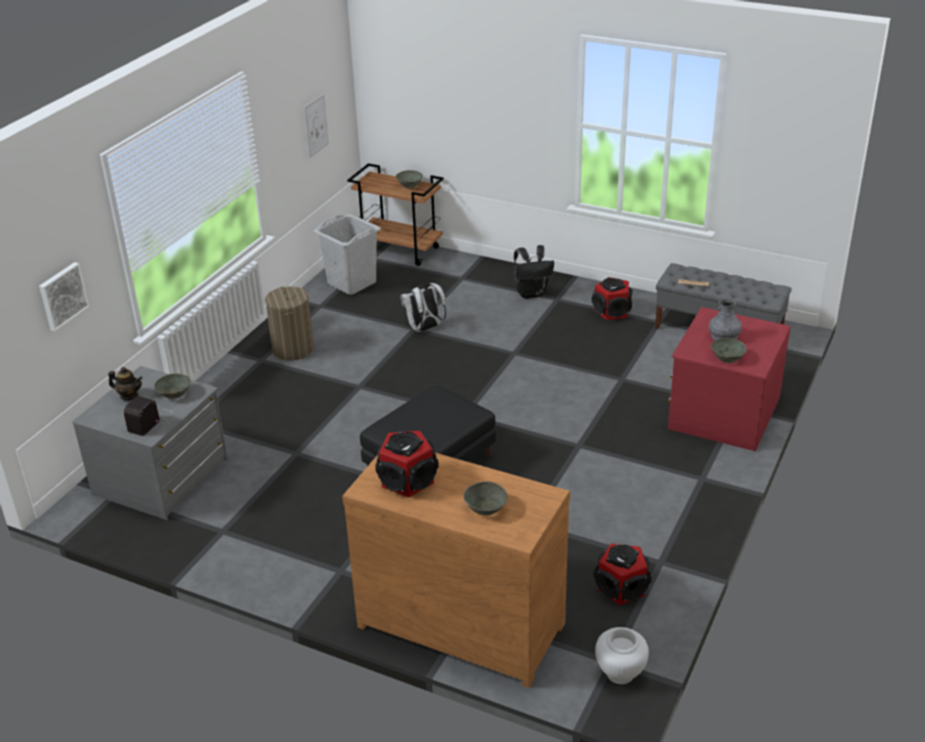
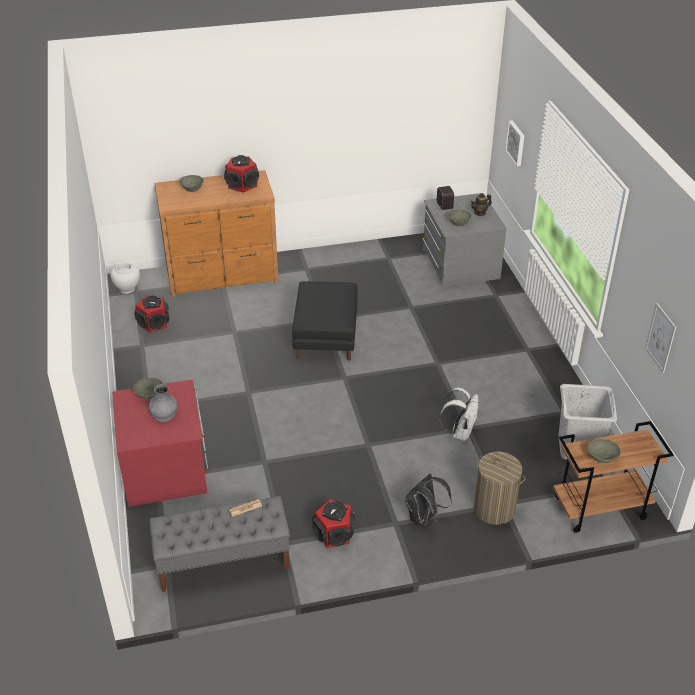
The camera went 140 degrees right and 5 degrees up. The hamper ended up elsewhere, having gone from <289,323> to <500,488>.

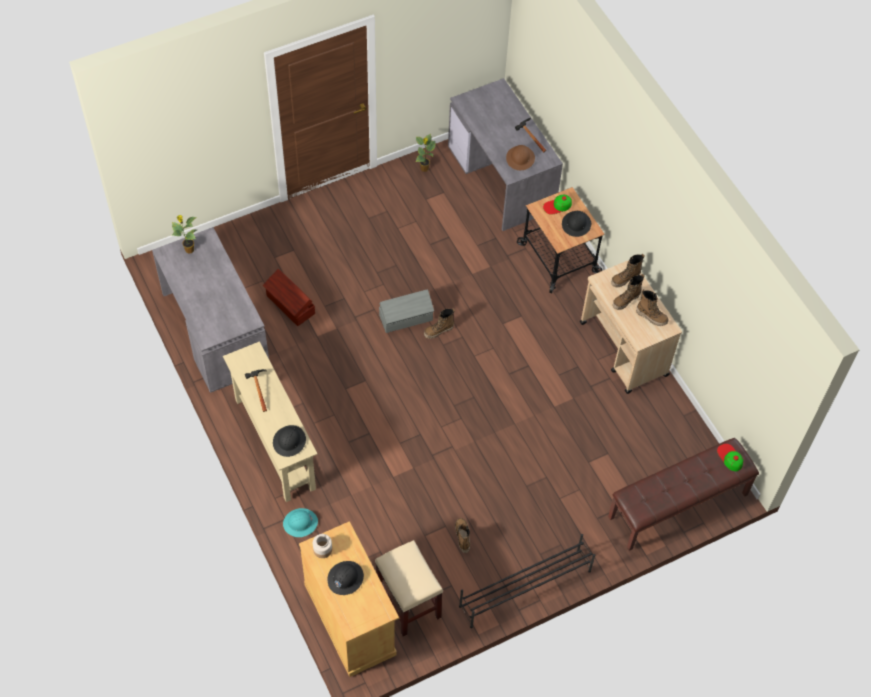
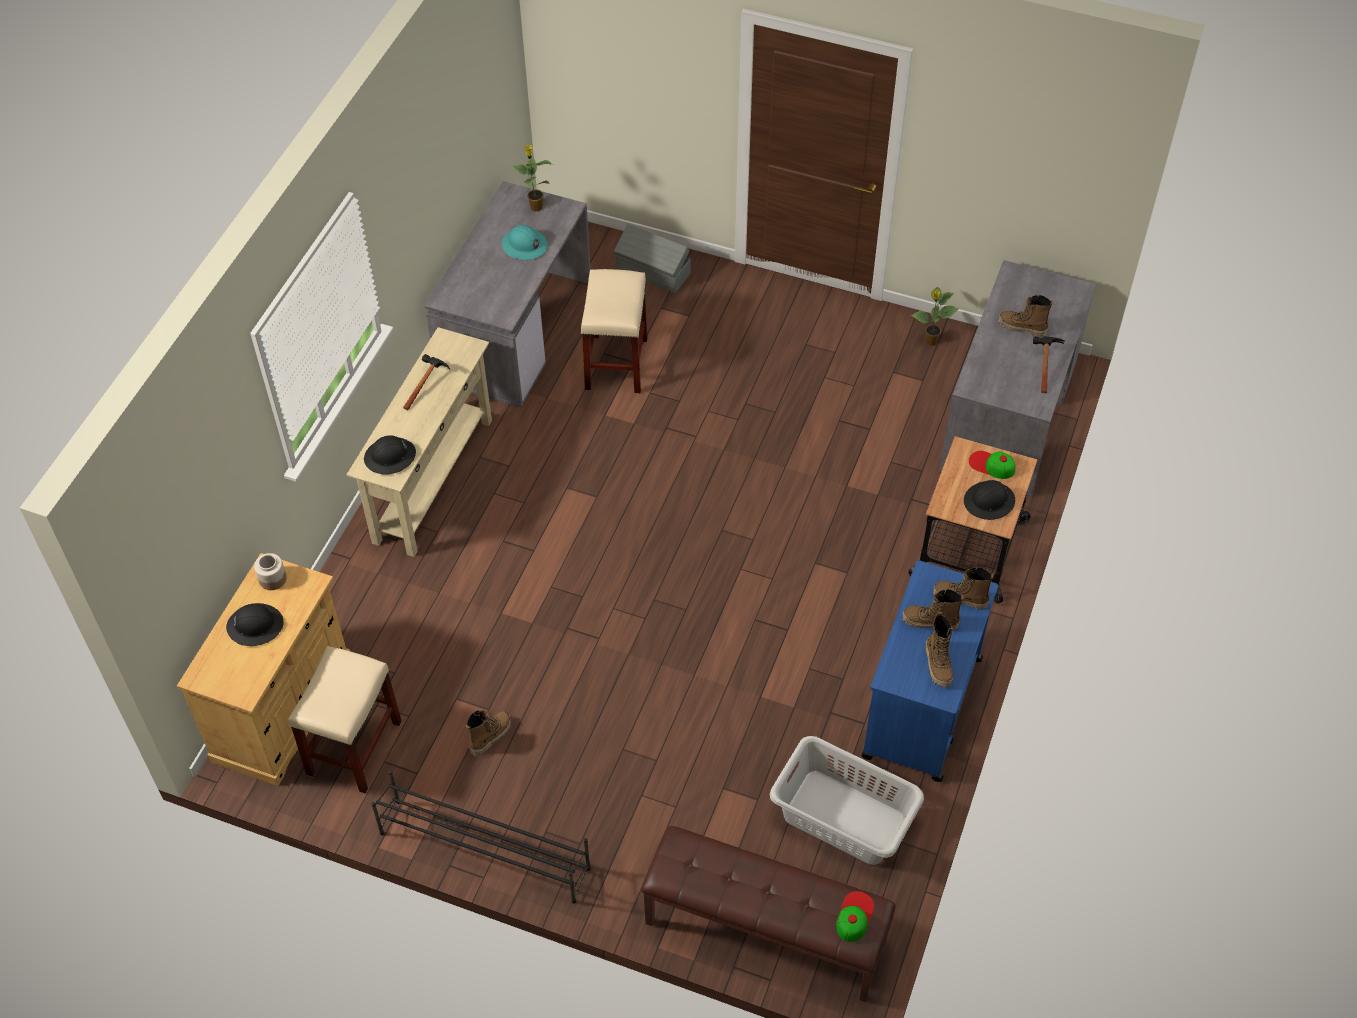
The camera went 50 degrees right and 5 degrees down. The second view lost the brownish safety helmet at <520,157>. The second view gained the grey hamper at <847,800>. The blue-green safety helmet ended up elsewhere, having gone from <300,522> to <524,242>. The grey storage box ended up elsewhere, having gone from <406,311> to <652,258>. The high-top boot ended up elsewhere, having gone from <439,323> to <1025,316>. Where the brownish storage box stood at <289,297>, the beige stool seat came to stand at <614,331>. What was the beige trolley at <631,327> turned into the bluish trolley at <930,671>.

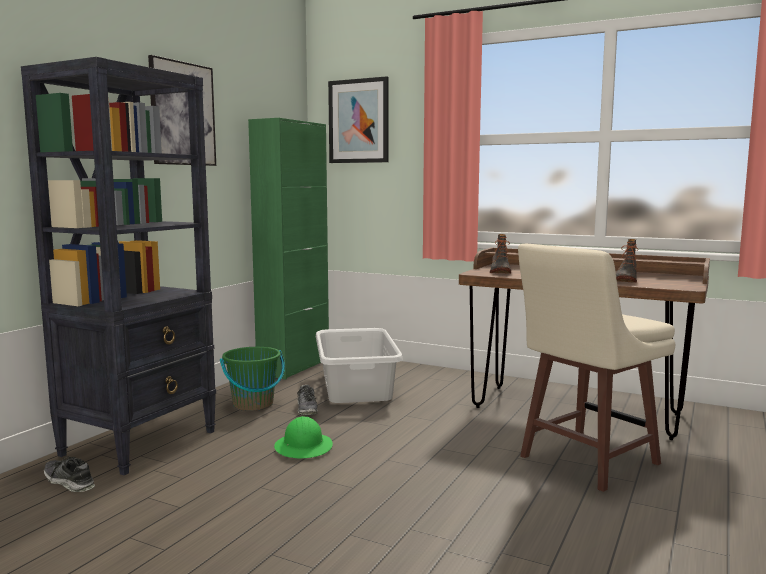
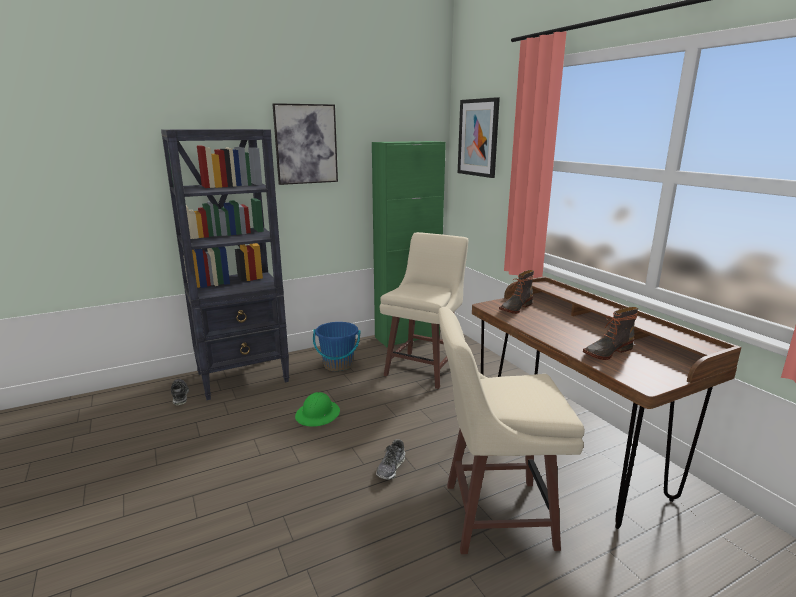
The camera went 35 degrees right and 10 degrees up. The low shoe ended up elsewhere, having gone from <307,400> to <390,459>. Where the grey hamper stood at <359,365>, the beige stool seat came to stand at <424,310>. What was the green bucket at <252,379> turned into the bluish bucket at <337,347>.

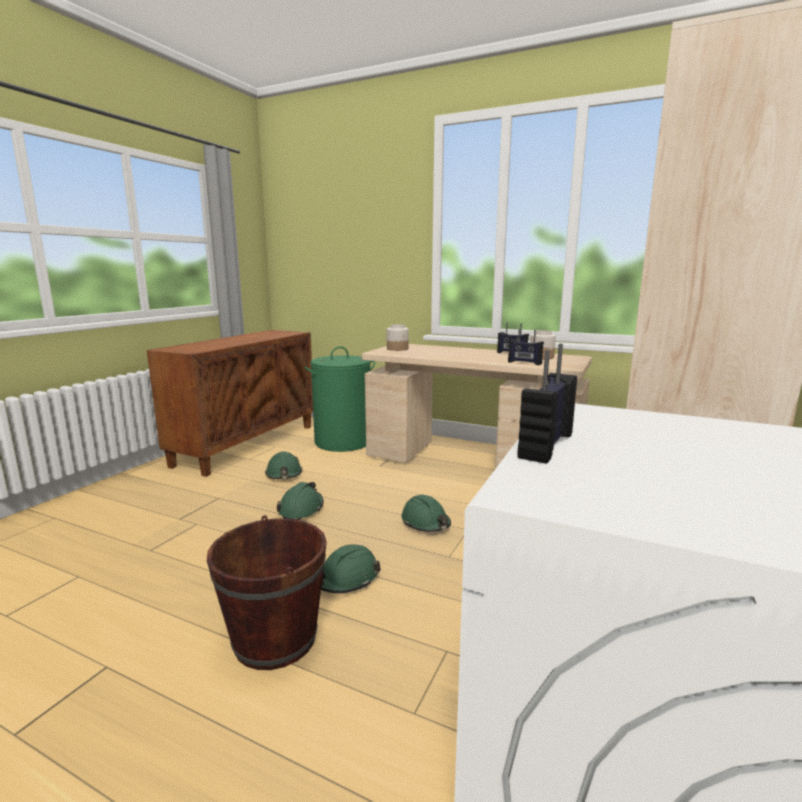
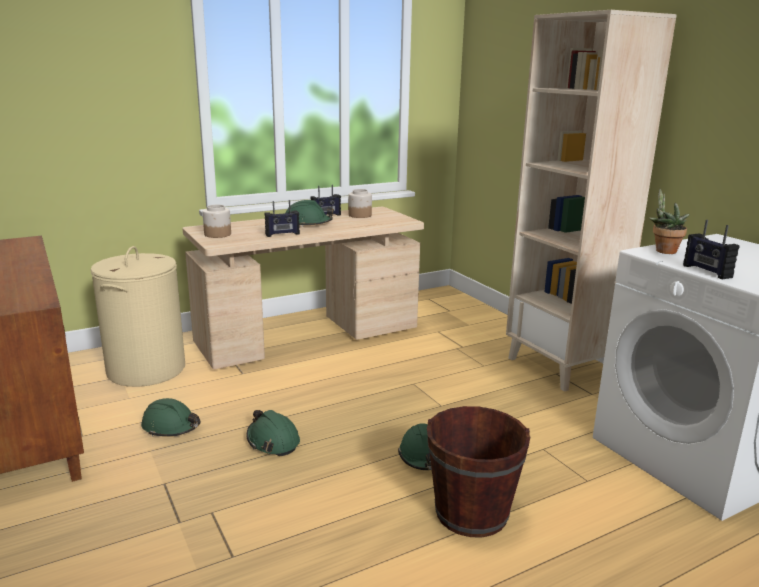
The camera went 55 degrees left and 5 degrees up. The second view gained the houseplant at <669,221>. The green safety helmet ended up elsewhere, having gone from <426,513> to <310,213>. The radio receiver ended up elsewhere, having gone from <526,347> to <282,218>. What was the green hamper at <339,399> turned into the beige hamper at <137,316>.

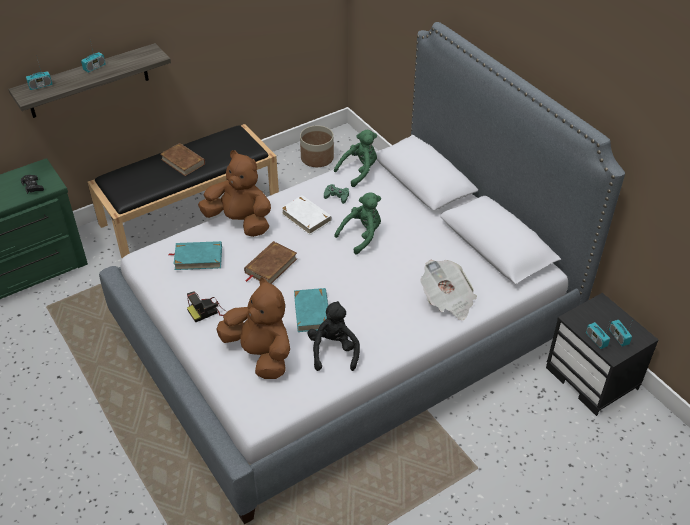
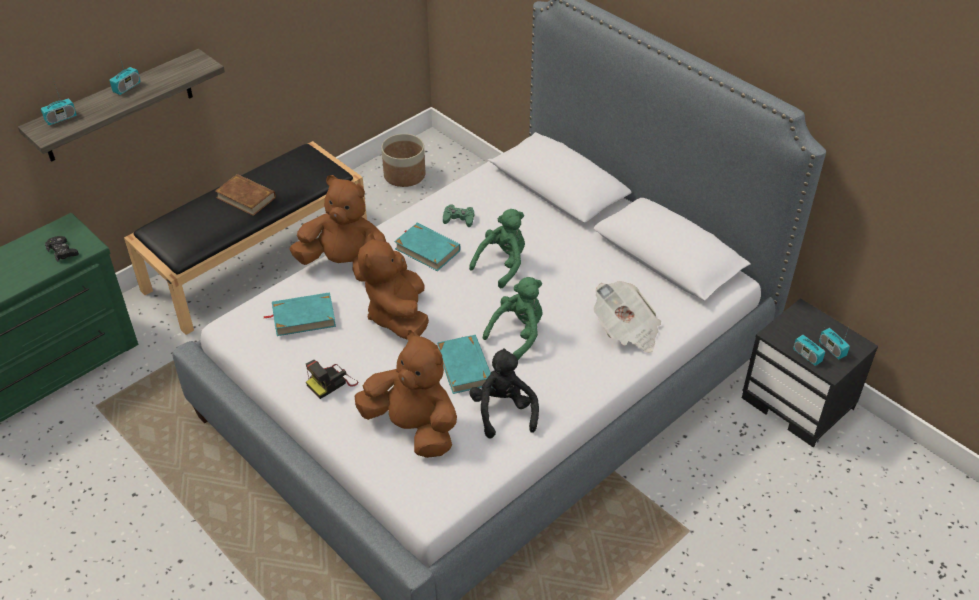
The camera went 10 degrees left and 0 degrees up. The green cuddly toy ended up elsewhere, having gone from <355,158> to <512,318>. Where the brownish volume stood at <270,262>, the brownish cuddly toy came to stand at <393,286>. What was the white-coloured volume at <306,215> turned into the blue-green volume at <427,247>.

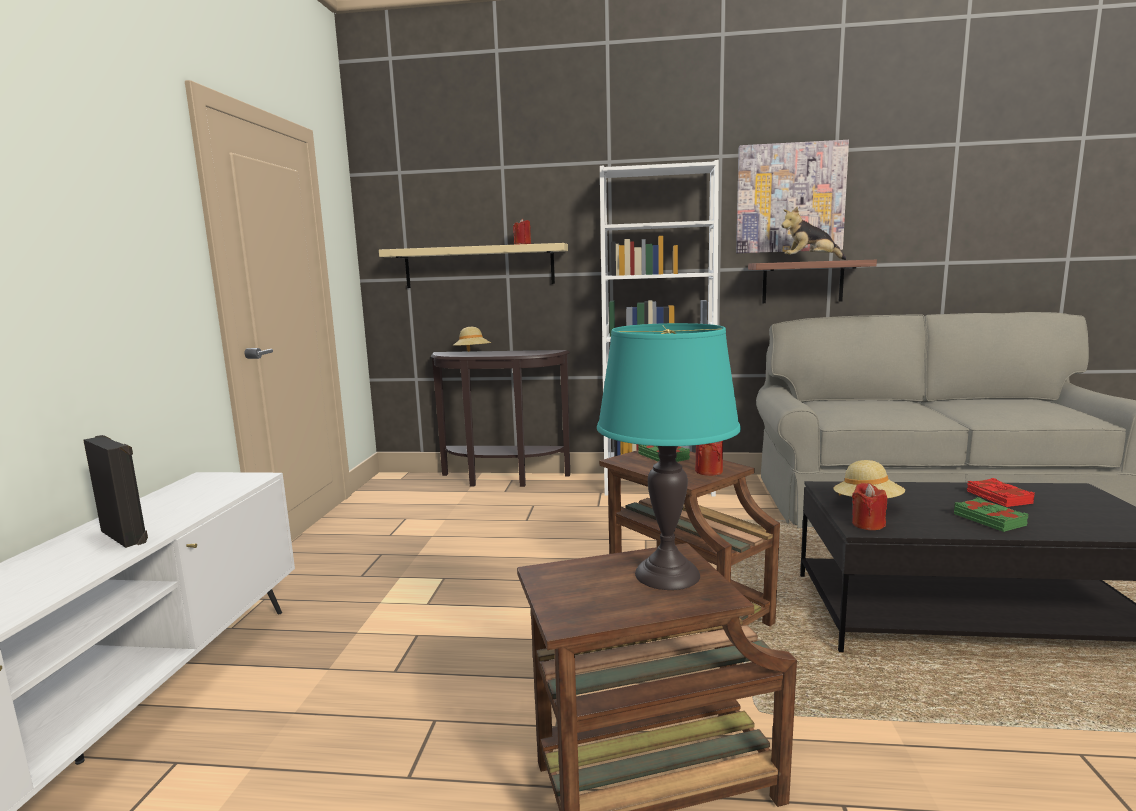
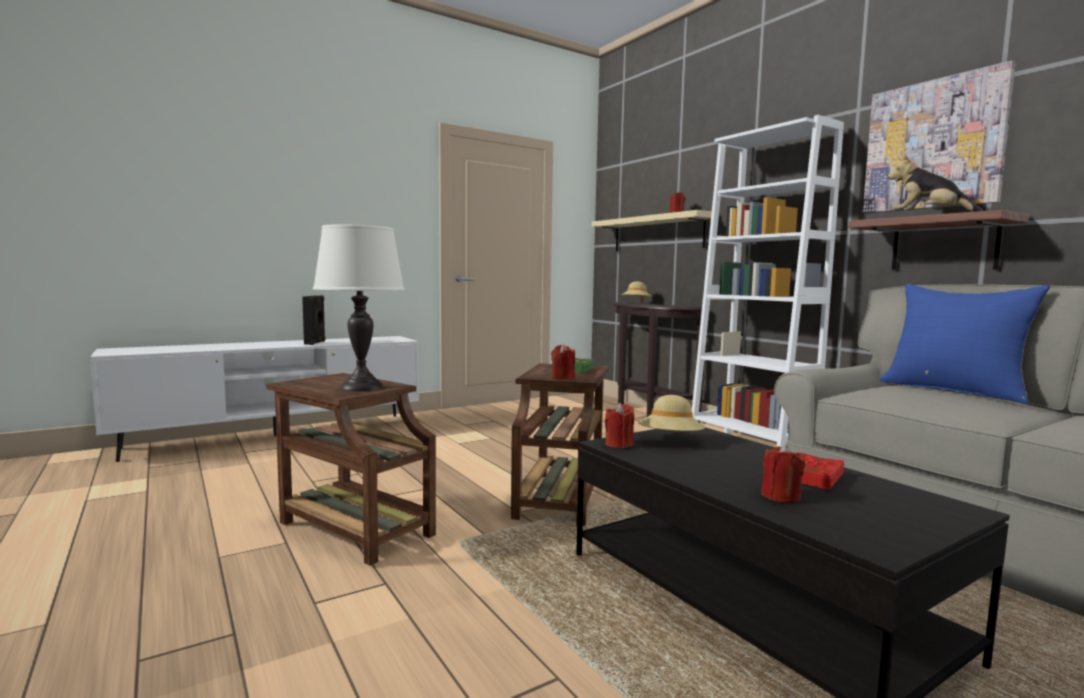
The camera went 50 degrees right and 5 degrees down. The second view lost the green volume at <991,514>. The second view gained the reddish wax light at <783,473>. The second view gained the bluish throw pillow at <964,344>. What was the blue-green lamp for a table at <669,456> turned into the white-coloured lamp for a table at <359,307>.

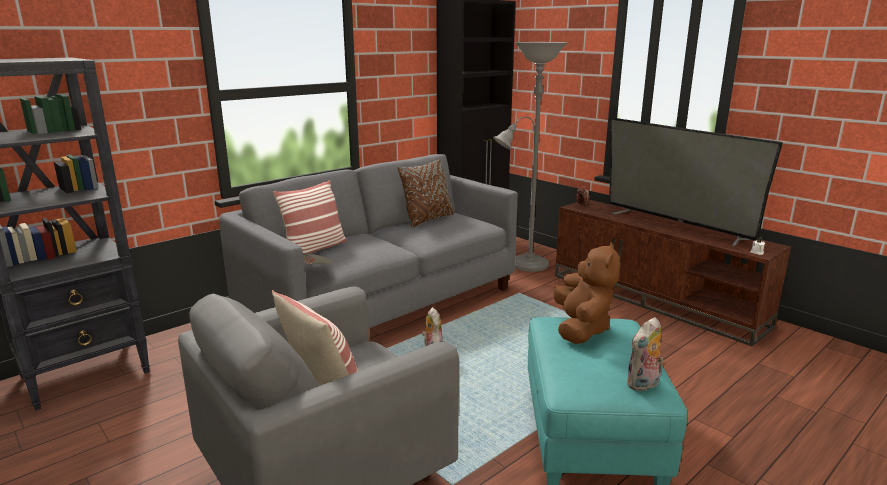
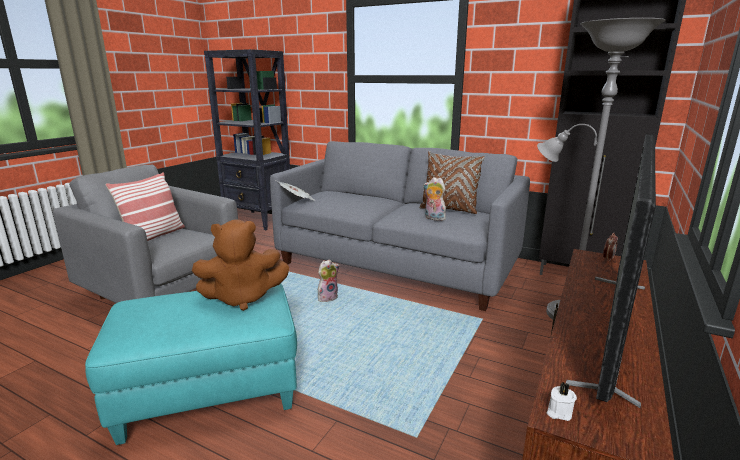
The camera went 70 degrees right and 0 degrees up. The second view lost the throw pillow at <310,217>. The cuddly toy ended up elsewhere, having gone from <645,354> to <434,199>.

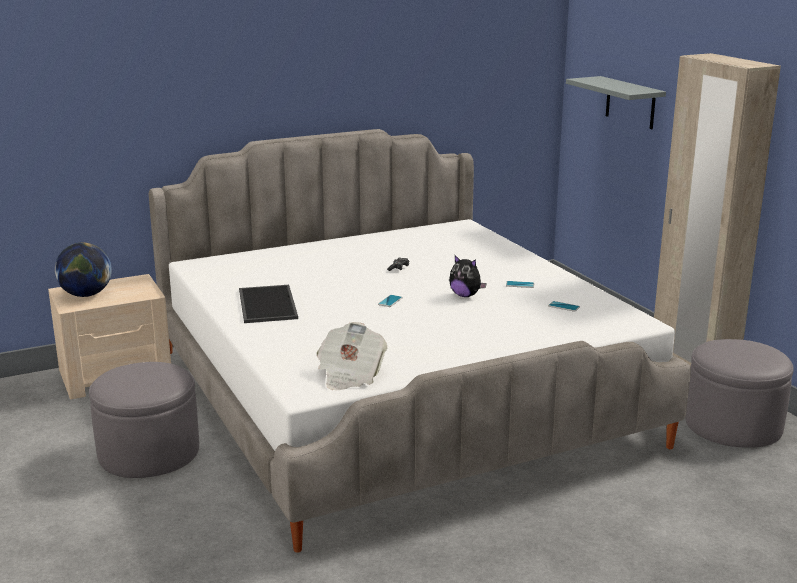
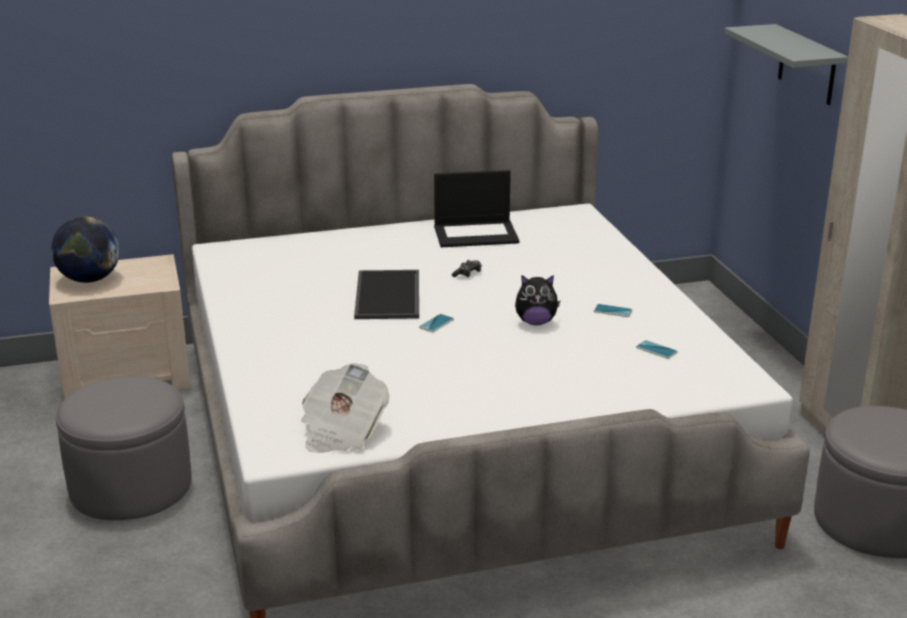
The camera went 10 degrees right and 5 degrees up. The second view gained the notebook computer at <476,208>. The serving tray ended up elsewhere, having gone from <268,304> to <386,294>. The cuddly toy at <468,276> ended up facing another way, 45 degrees counterclockwise from before.

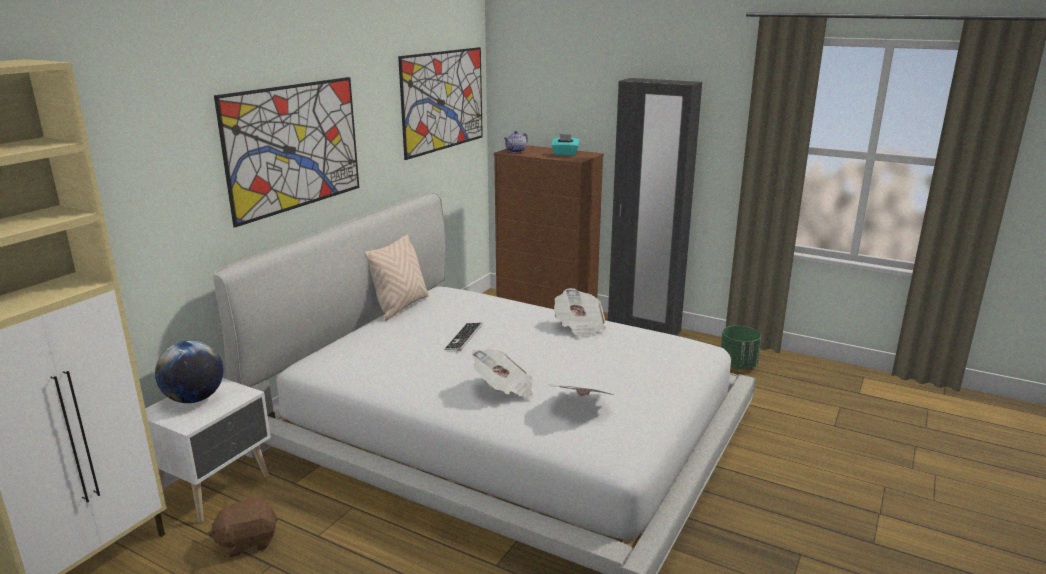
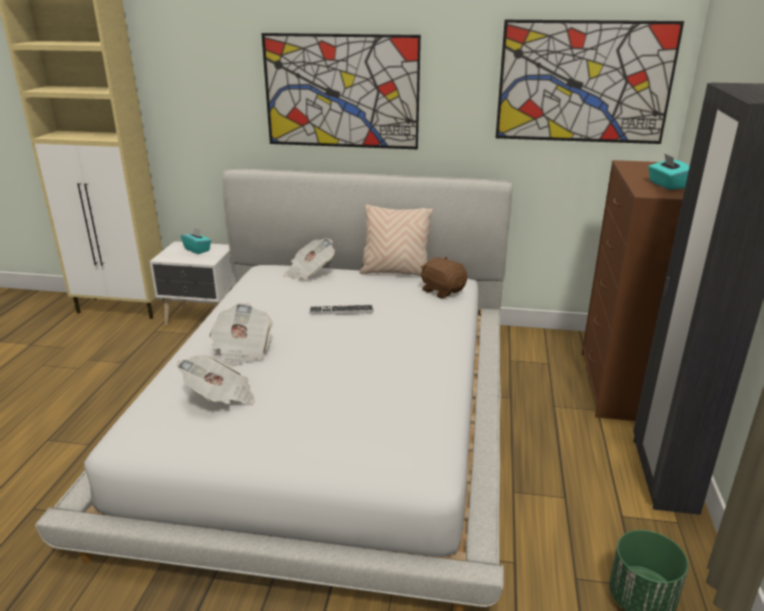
The camera went 70 degrees right and 5 degrees up. The second view lost the tea pot at <516,142>. The brownish cuddly toy ended up elsewhere, having gone from <243,527> to <444,278>. The newspaper ended up elsewhere, having gone from <580,313> to <309,259>. Where the desk globe stood at <189,371>, the blue-green tissue holder came to stand at <196,240>.

